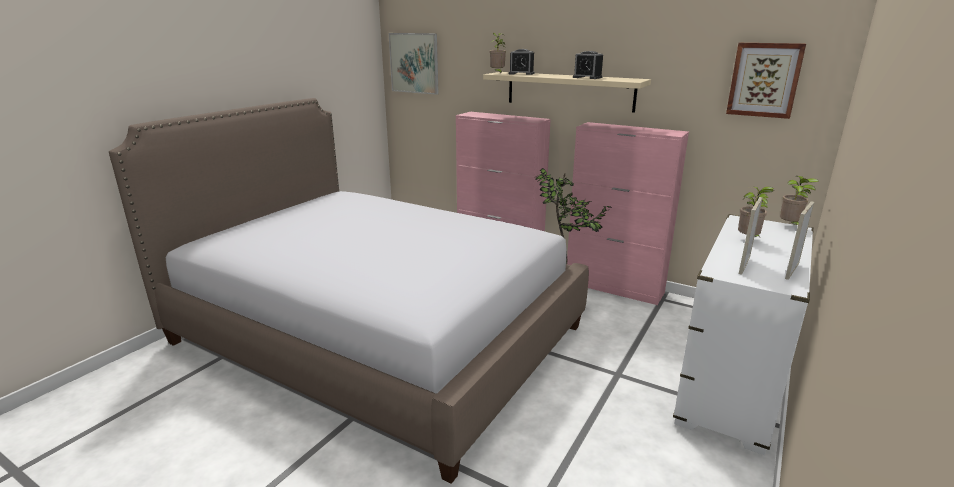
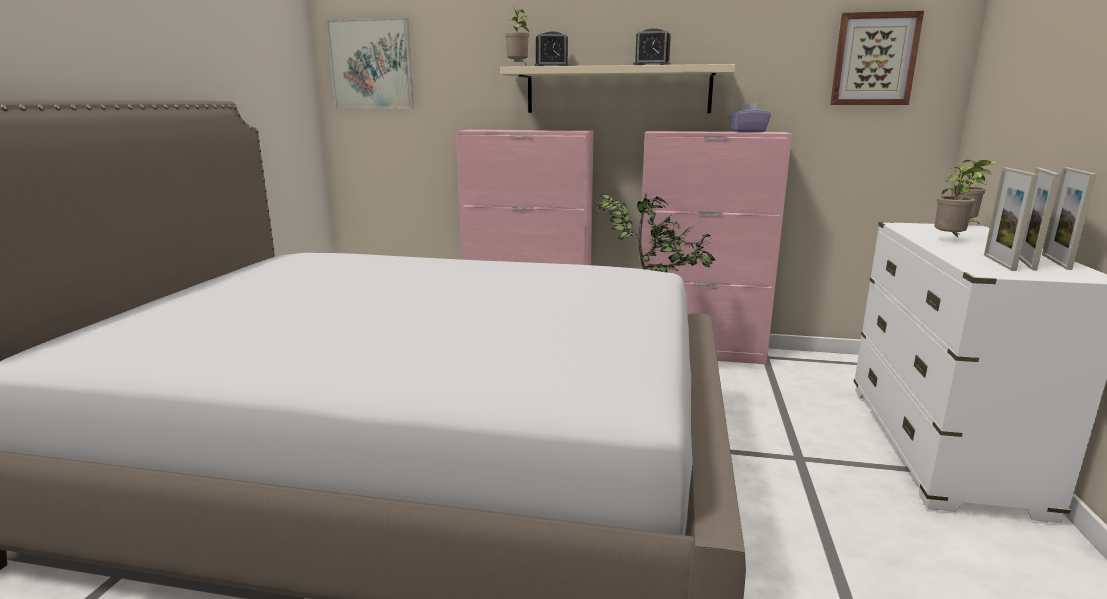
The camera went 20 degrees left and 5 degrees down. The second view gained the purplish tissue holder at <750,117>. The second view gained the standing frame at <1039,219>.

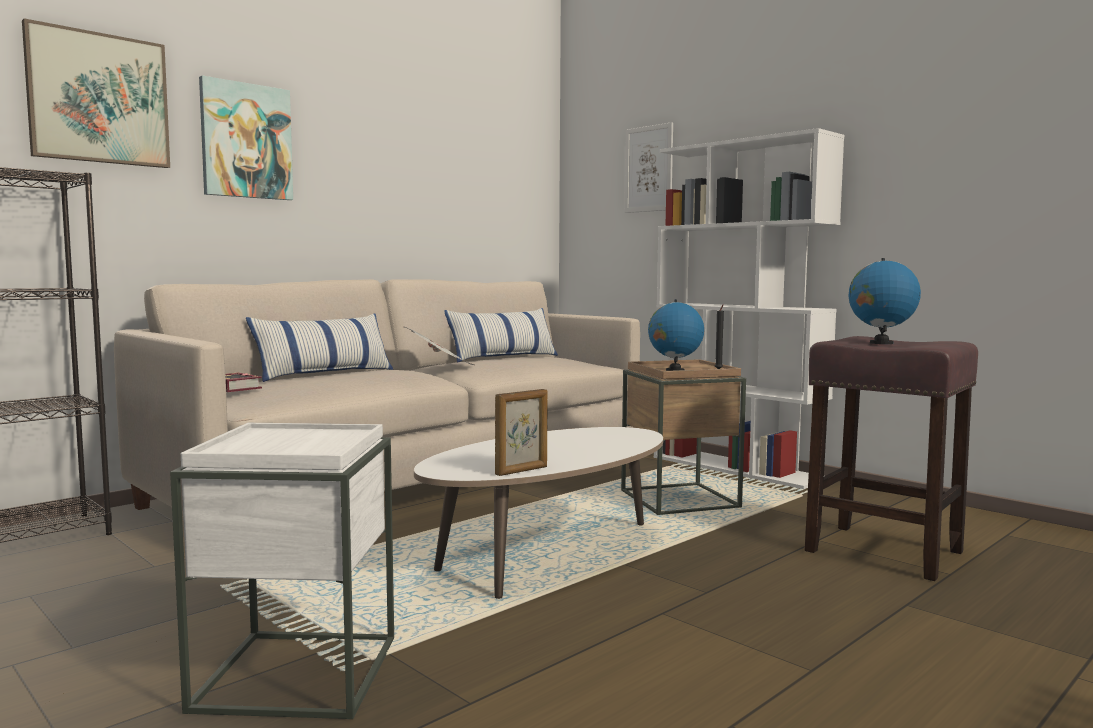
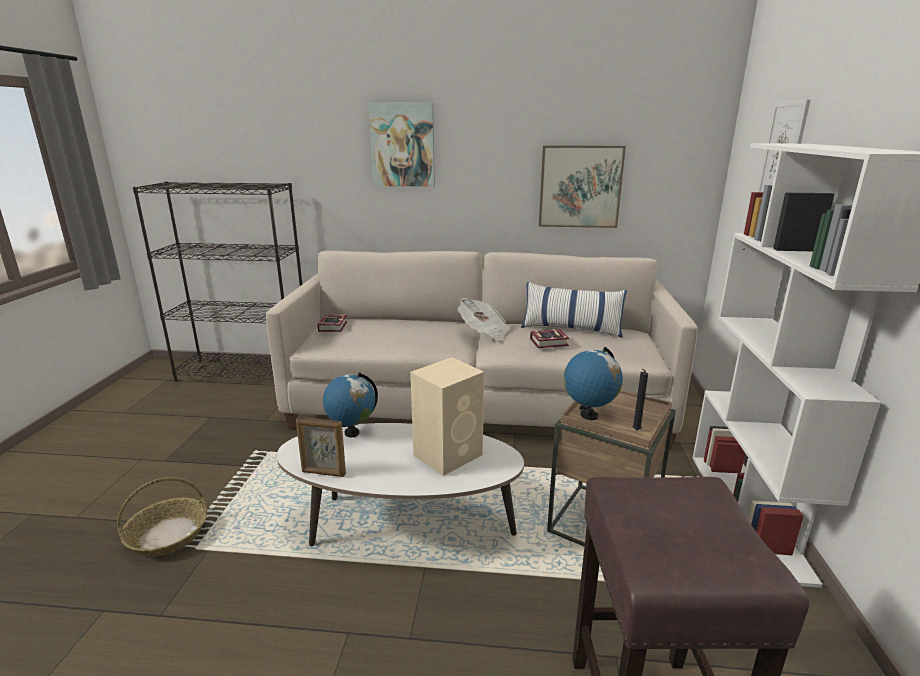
The camera went 50 degrees right and 15 degrees up. The second view lost the throw pillow at <319,348>. The second view gained the beige loudspeaker at <447,416>. The second view gained the volume at <549,338>. The picture ended up elsewhere, having gone from <96,93> to <582,186>. The desk globe ended up elsewhere, having gone from <885,301> to <350,404>. Where the white-coloured side table stood at <282,571>, the storage basket came to stand at <162,516>.

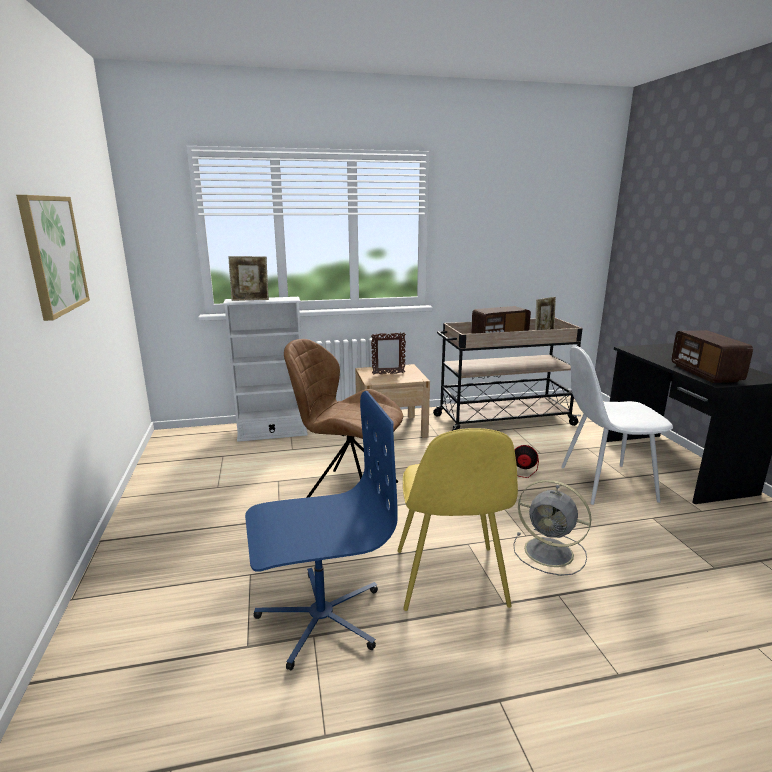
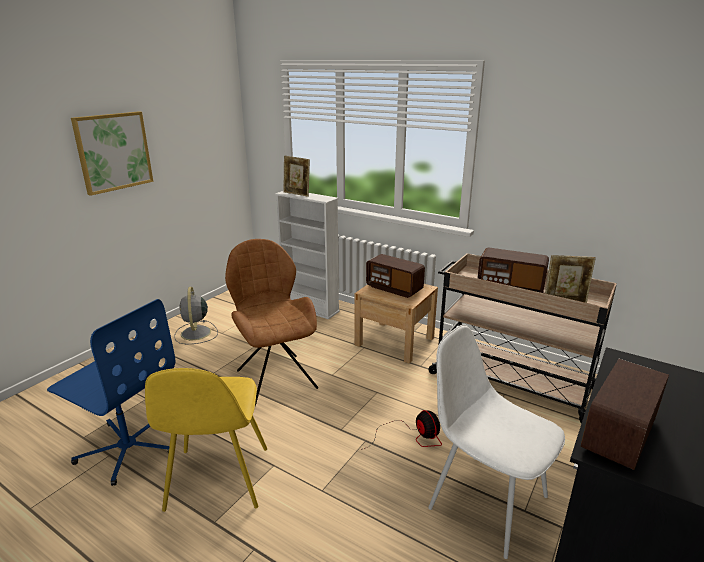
The camera went 45 degrees right and 5 degrees up. The grey cooling fan ended up elsewhere, having gone from <552,528> to <196,315>. Where the standing frame stood at <388,353>, the radio receiver came to stand at <395,276>. The yellowish chair at <458,519> ended up facing another way, 45 degrees counterclockwise from before.

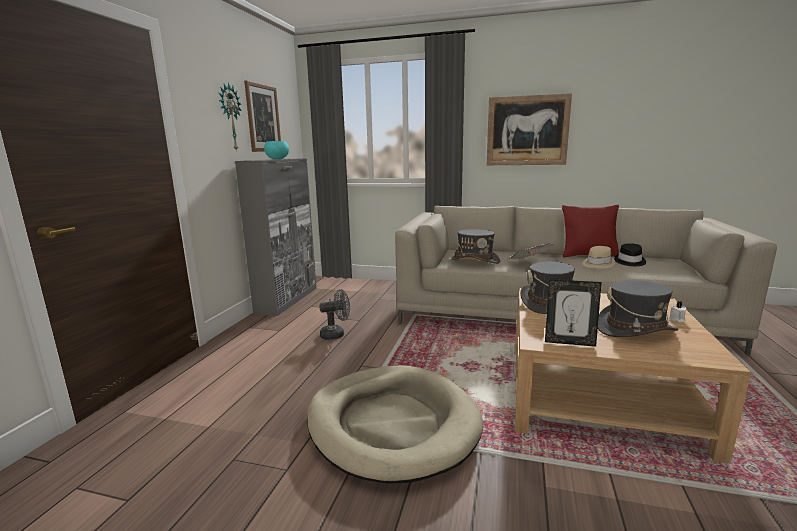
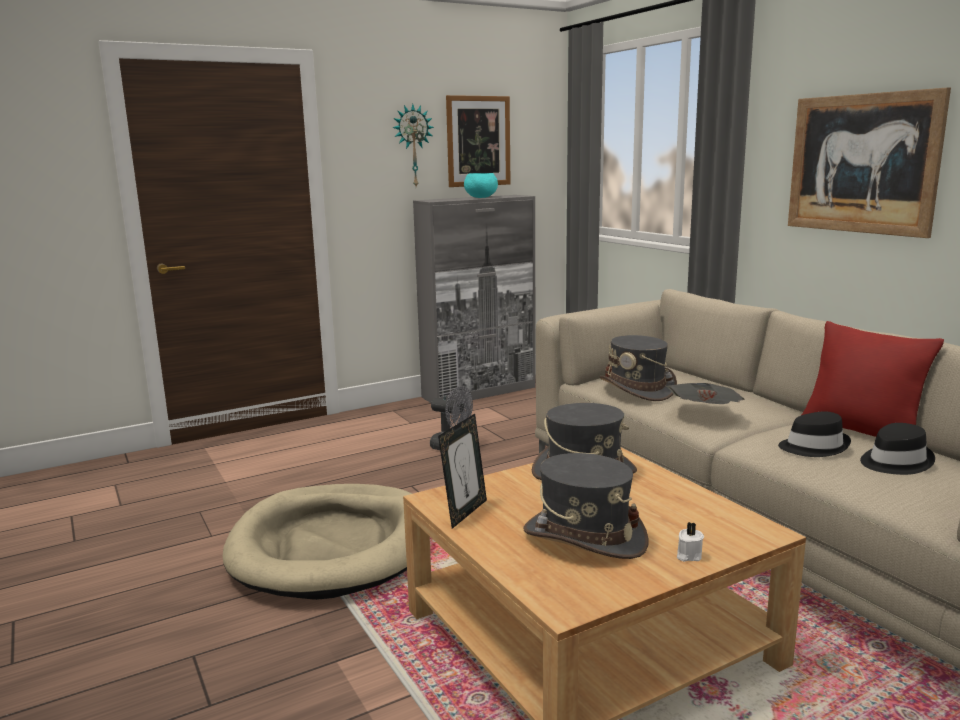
The camera went 45 degrees right and 0 degrees up. What was the beige hat at <598,257> turned into the black hat at <814,434>. The standing frame at <573,313> ended up facing another way, 120 degrees counterclockwise from before.

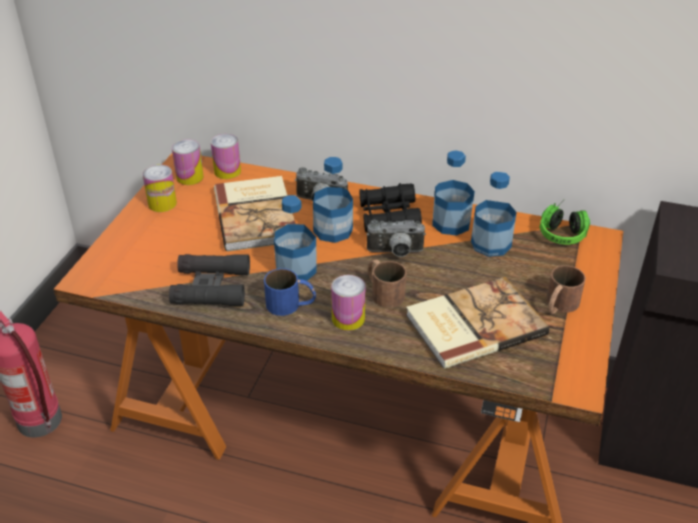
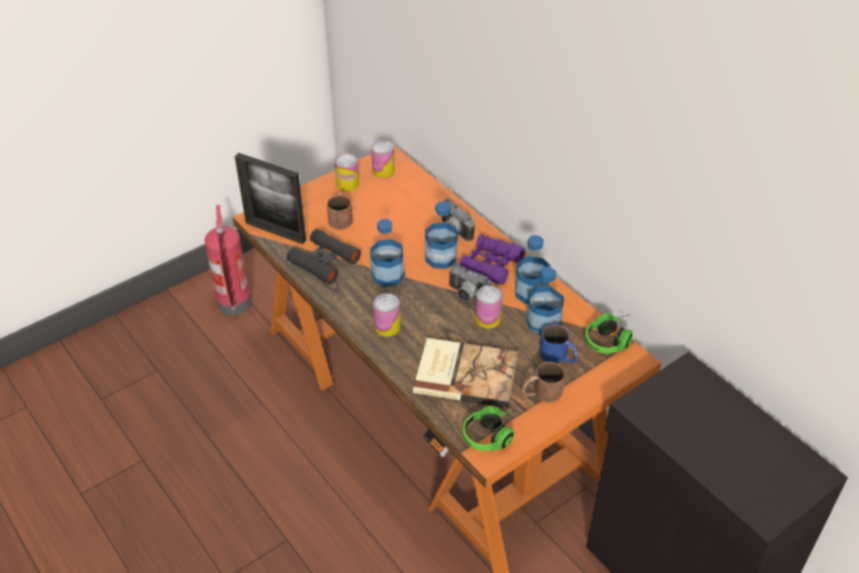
The camera went 35 degrees right and 5 degrees up. The second view lost the volume at <255,213>. The second view gained the standing frame at <270,198>. The second view gained the headset at <491,428>. The sealed can ended up elsewhere, having gone from <226,156> to <489,307>. The bluish mug ended up elsewhere, having gone from <290,292> to <558,344>. The brownish mug ended up elsewhere, having gone from <387,283> to <340,210>. What was the black binoculars at <390,207> turned into the purplish binoculars at <492,259>.

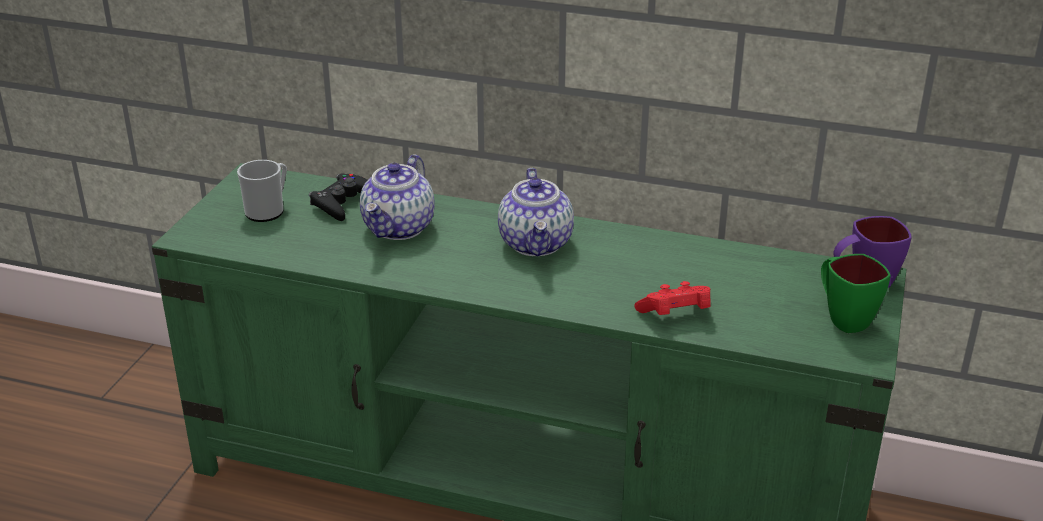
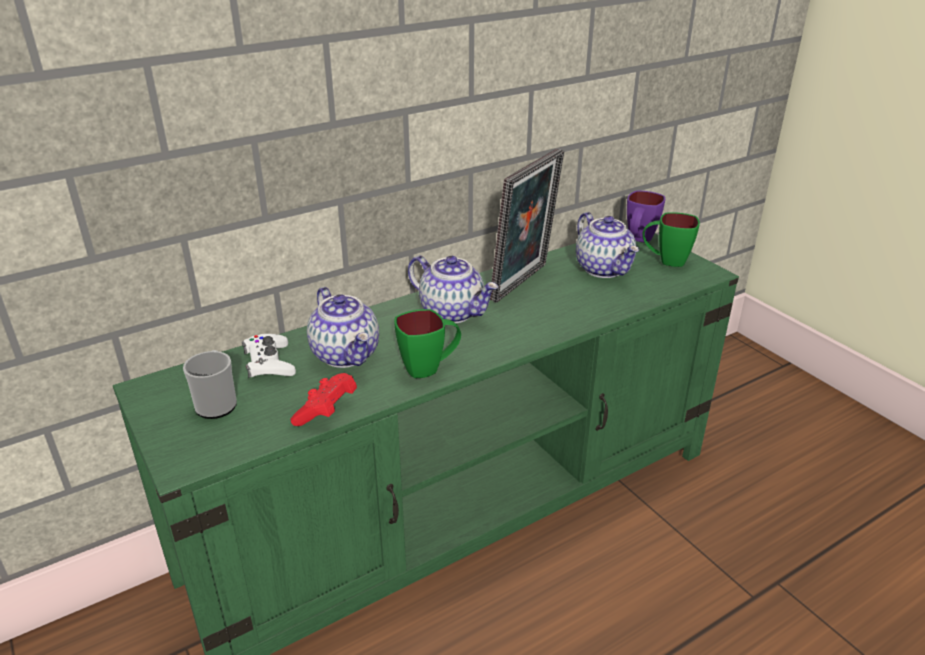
The camera went 50 degrees left and 0 degrees up. The second view gained the green mug at <427,343>. The second view gained the standing frame at <527,225>. The second view gained the tea pot at <607,245>. The reddish gamepad ended up elsewhere, having gone from <672,298> to <324,399>. What was the black gamepad at <338,197> turned into the white-coloured gamepad at <269,356>.

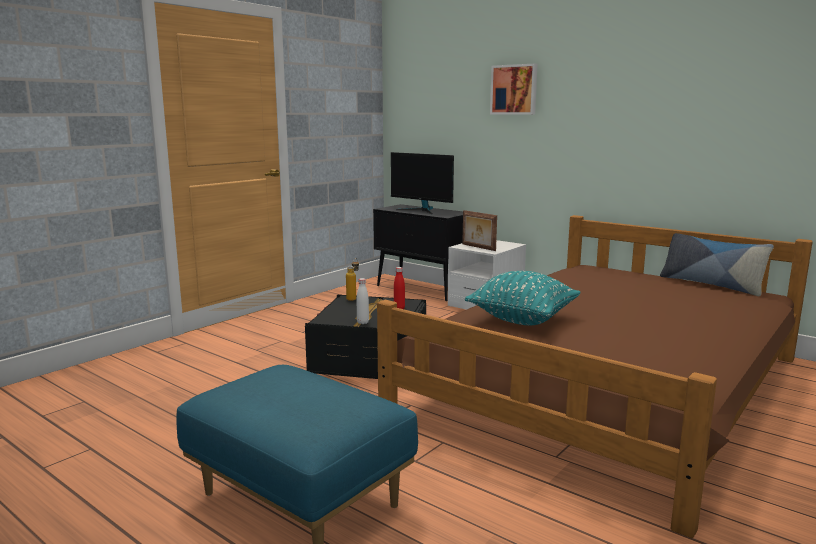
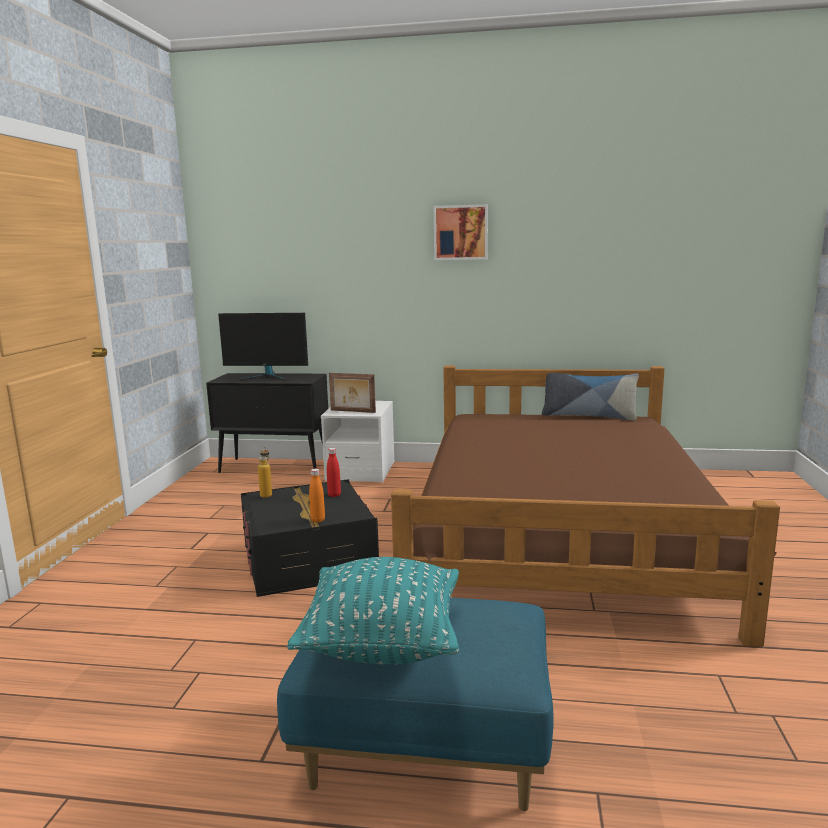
The camera went 30 degrees left and 0 degrees up. The blue-green throw pillow ended up elsewhere, having gone from <523,298> to <373,611>. The picture ended up elsewhere, having gone from <514,89> to <461,232>. What was the white-coloured bottle at <363,301> turned into the orangey bottle at <317,496>.

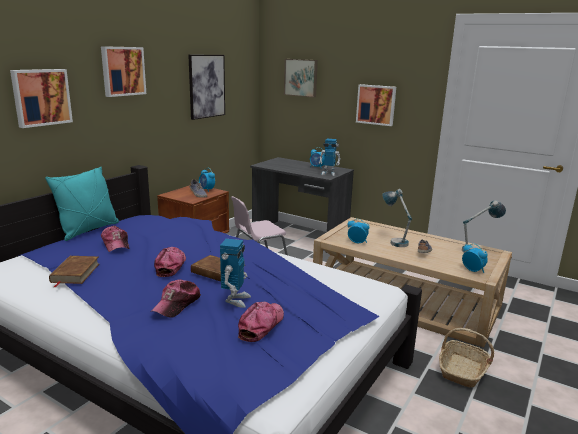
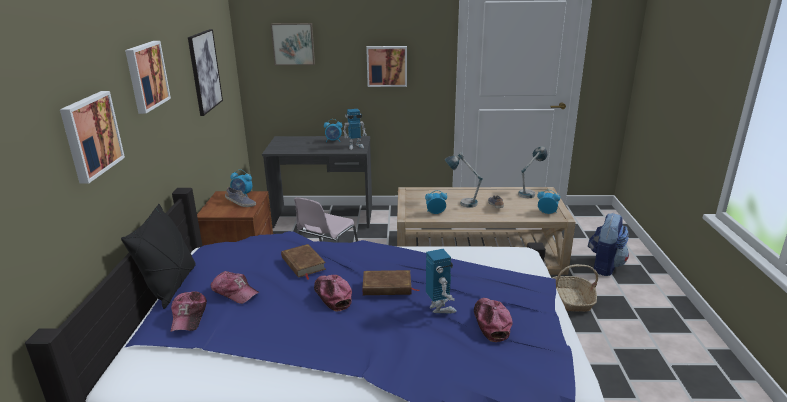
The camera went 30 degrees left and 5 degrees up. The second view gained the backpack at <608,244>. The brownish volume ended up elsewhere, having gone from <74,271> to <303,262>. The cap ended up elsewhere, having gone from <176,299> to <188,311>. What was the blue-green throw pillow at <82,204> turned into the black throw pillow at <158,256>.

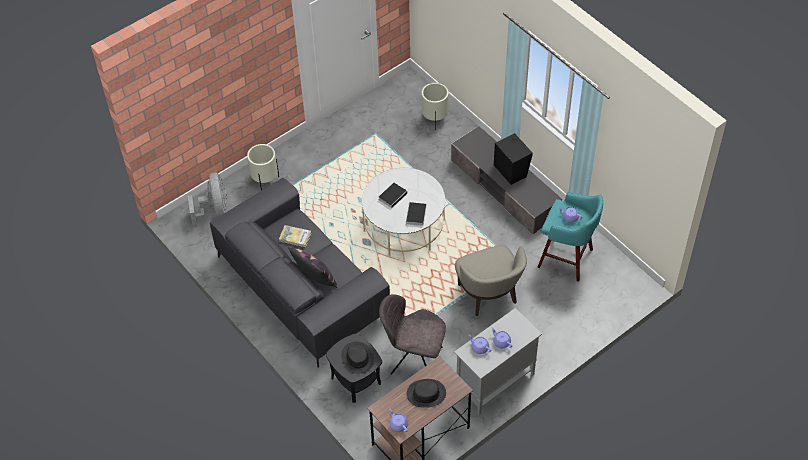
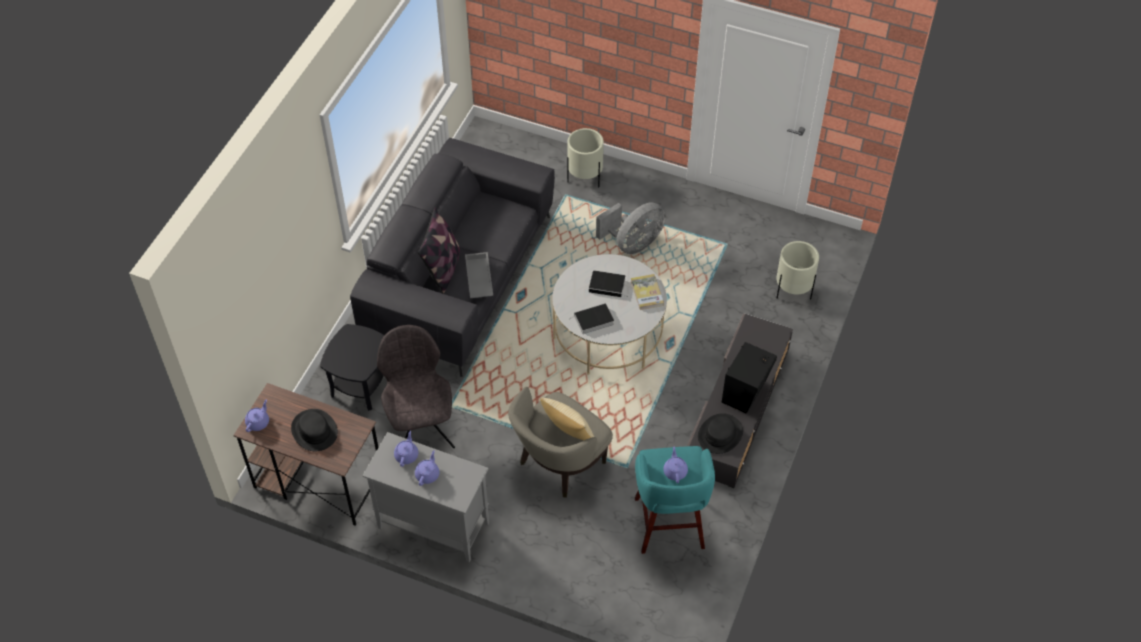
The camera went 60 degrees right and 0 degrees up. The second view gained the grey serving tray at <479,275>. The second view gained the throw pillow at <567,419>. The grey cooling fan ended up elsewhere, having gone from <207,199> to <631,228>. The volume ended up elsewhere, having gone from <295,236> to <647,292>. The black hat ended up elsewhere, having gone from <357,358> to <720,433>.

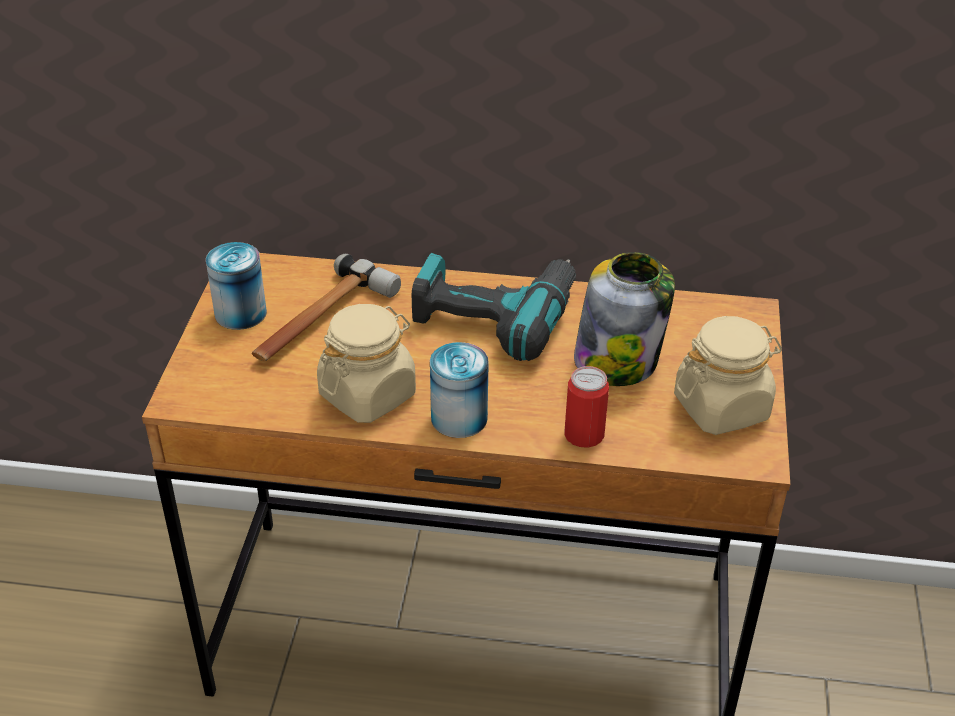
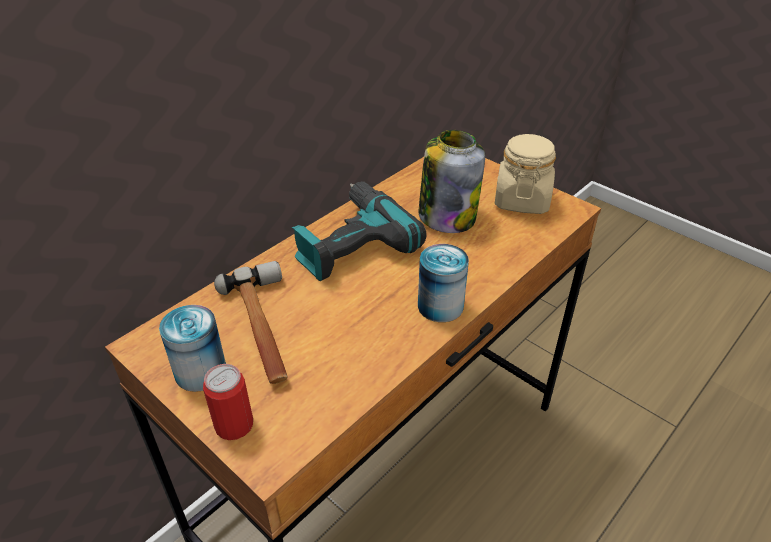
The camera went 55 degrees left and 0 degrees up. The second view lost the beige storage jar at <366,363>. The sealed can ended up elsewhere, having gone from <587,406> to <228,402>.

